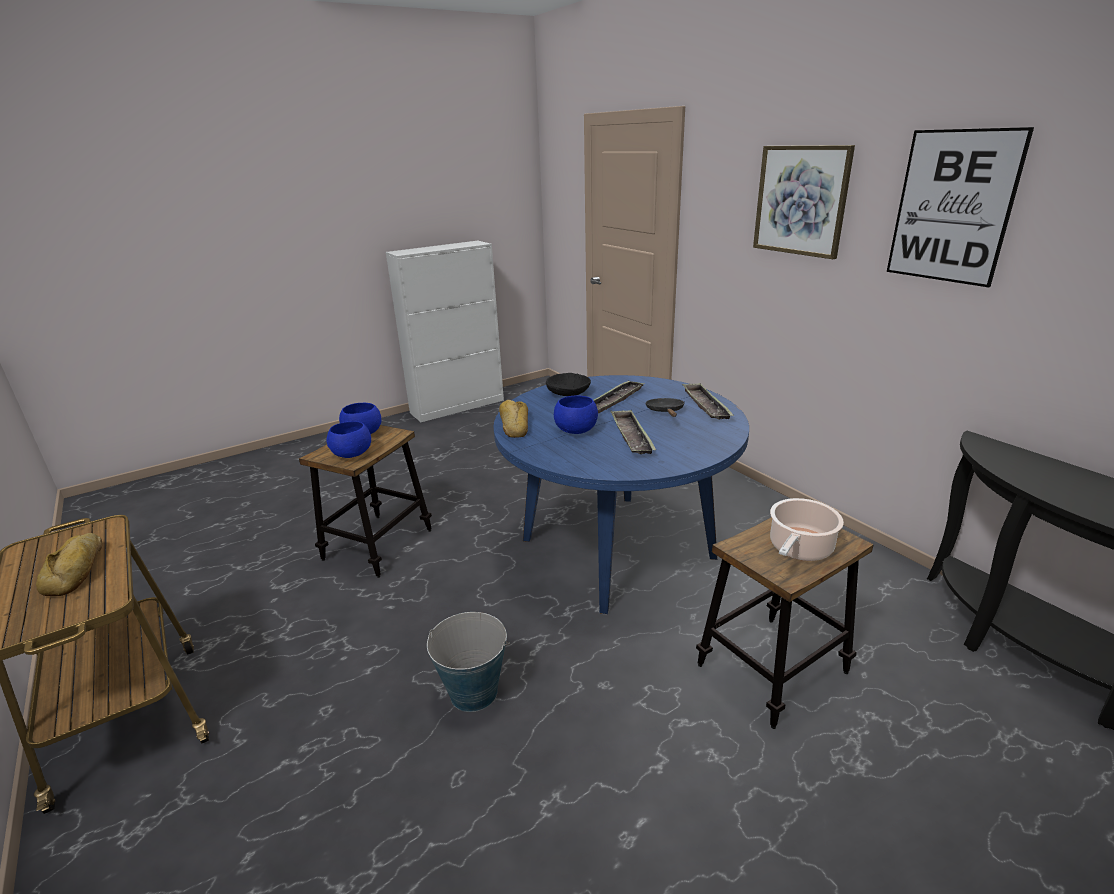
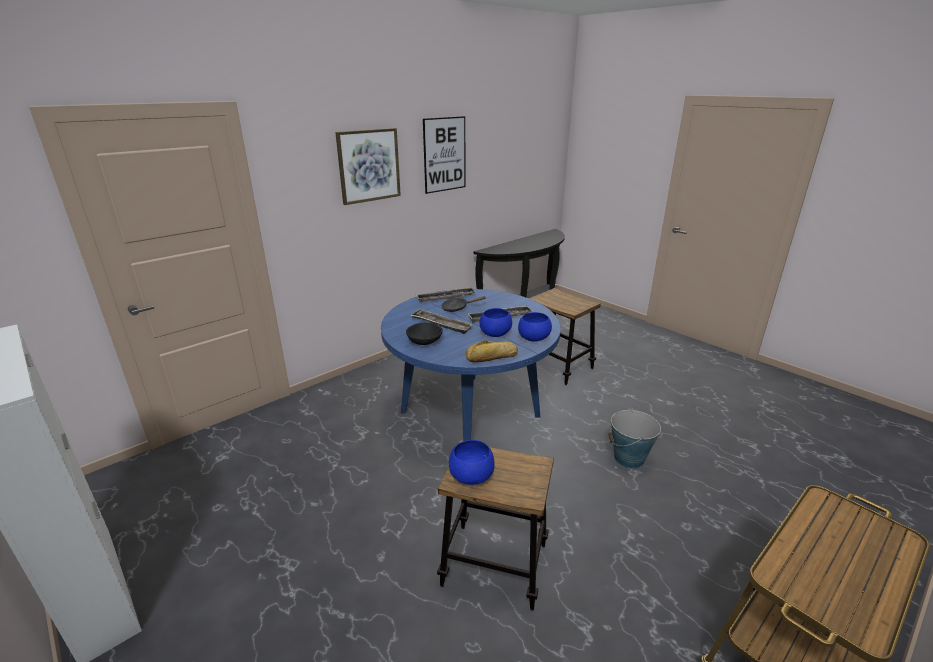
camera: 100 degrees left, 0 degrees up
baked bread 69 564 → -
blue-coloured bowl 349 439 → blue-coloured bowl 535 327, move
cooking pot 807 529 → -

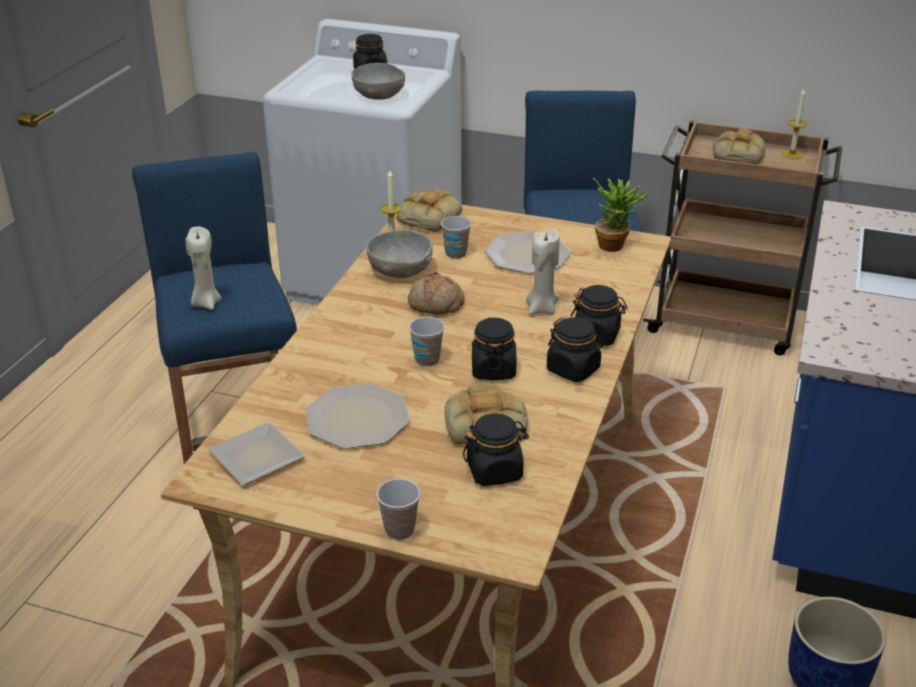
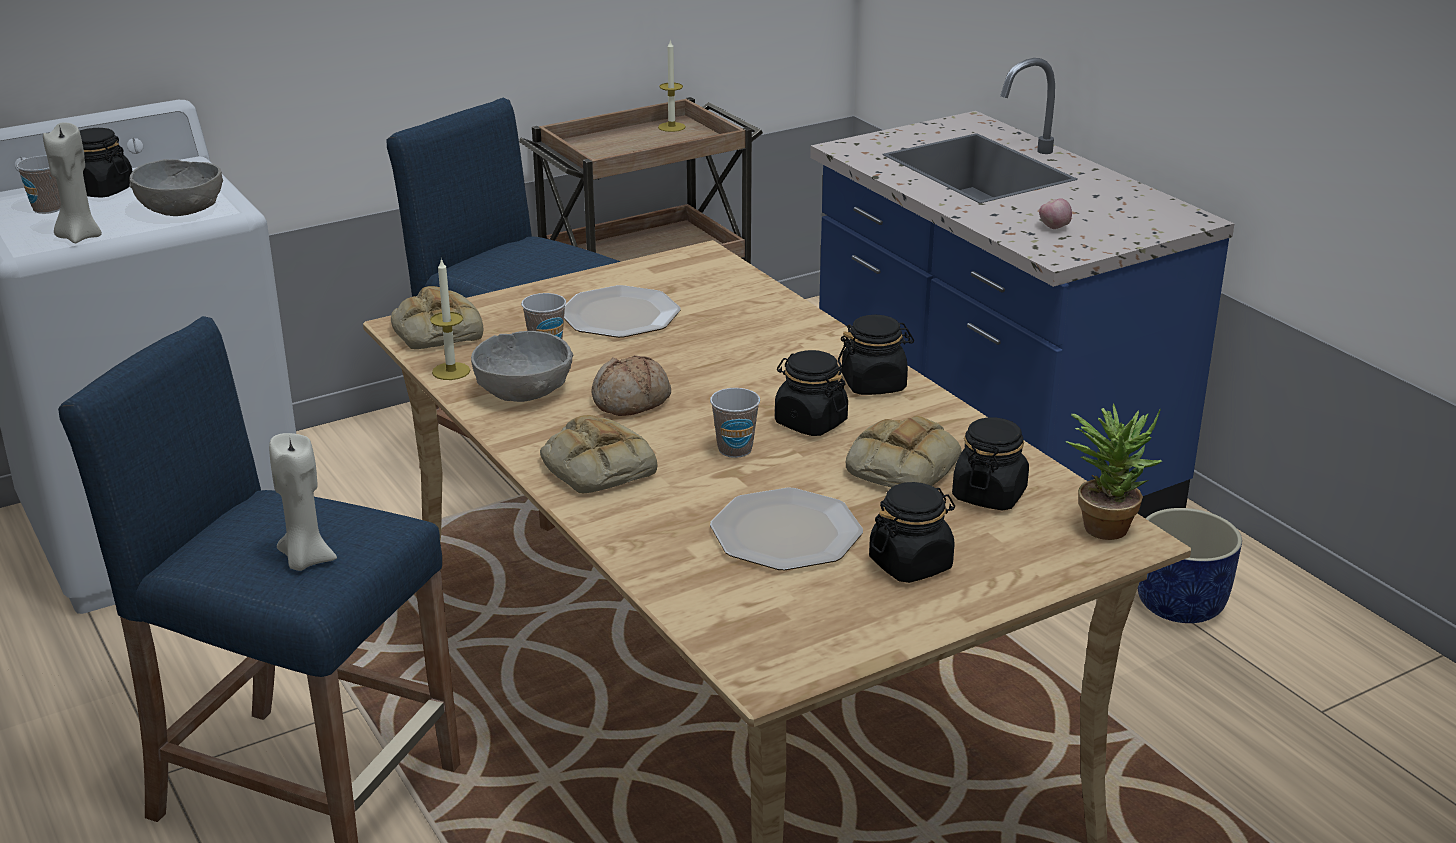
camera: 50 degrees left, 5 degrees down
plate 256 454 → -
drinking cup 398 509 → drinking cup 38 185, move
beige-coloured wax light 543 271 → beige-coloured wax light 72 183, move
black preserve jar 598 315 → black preserve jar 912 532, move
plant in a pot 620 215 → plant in a pot 1114 472, move
baked bread 739 146 → baked bread 598 454, move
- → apple 1055 213

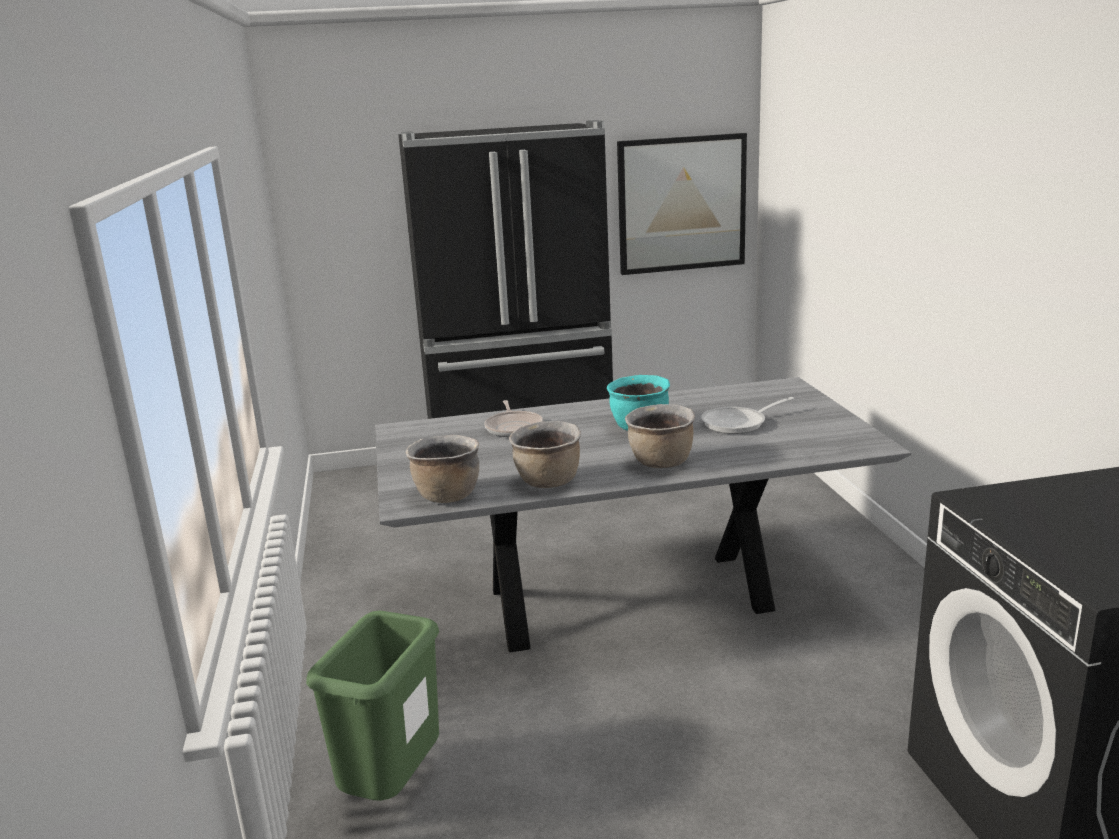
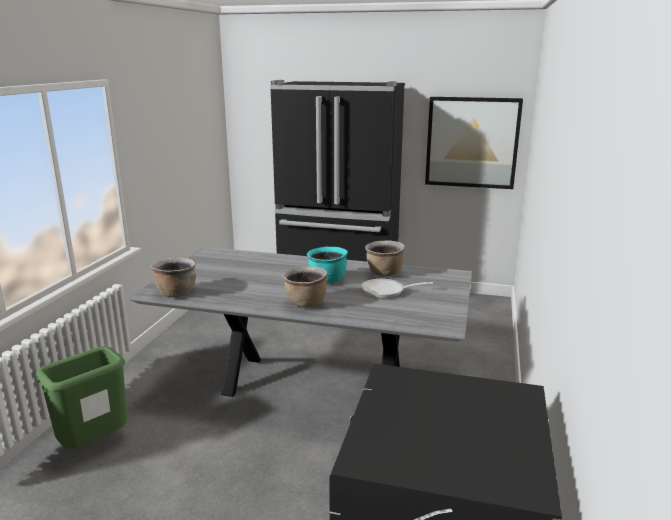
camera: 25 degrees right, 0 degrees up
skillet 513 418 → -
brownish cooking pot 545 454 → brownish cooking pot 385 258, move

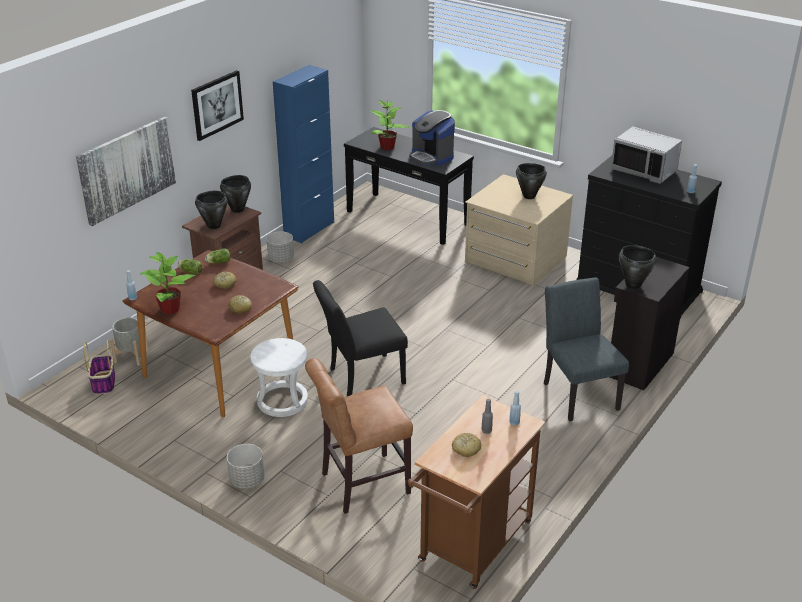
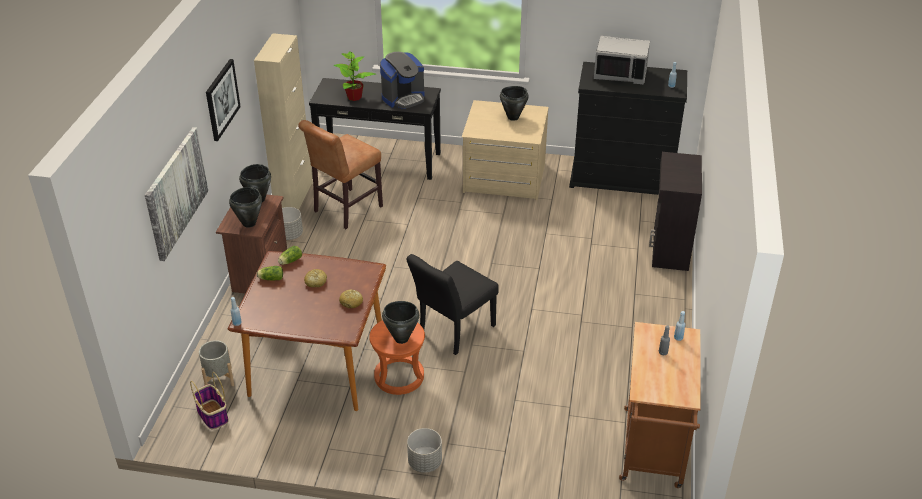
camera: 25 degrees left, 5 degrees up
plant in a pot 168 283 → -
whitish sitting stool 279 377 → orange sitting stool 397 357
blue-coloured cabinet 303 154 → beige-coloured cabinet 283 121
brownish chair 359 436 → brownish chair 340 174, move
coffee maker 432 138 → coffee maker 402 80, 60 degrees counterclockwise
baked bread 466 445 → -
grey chair 586 349 → -
black cooking pot 637 267 → black cooking pot 400 322, move

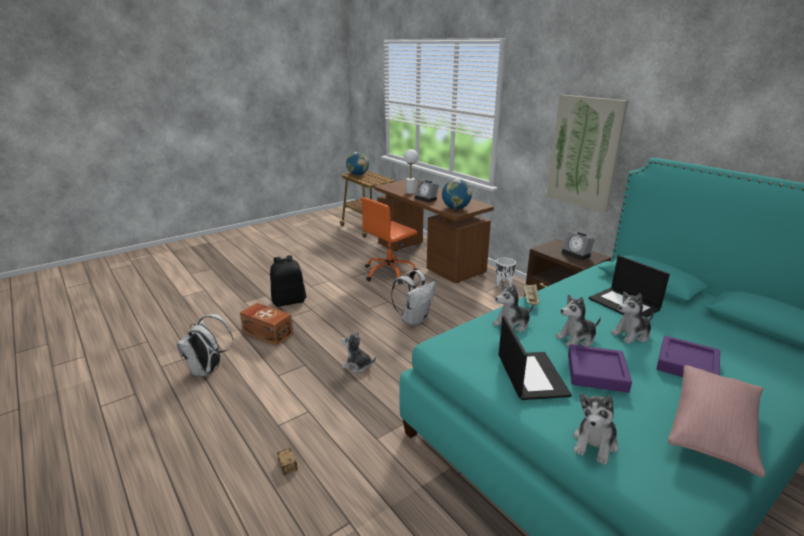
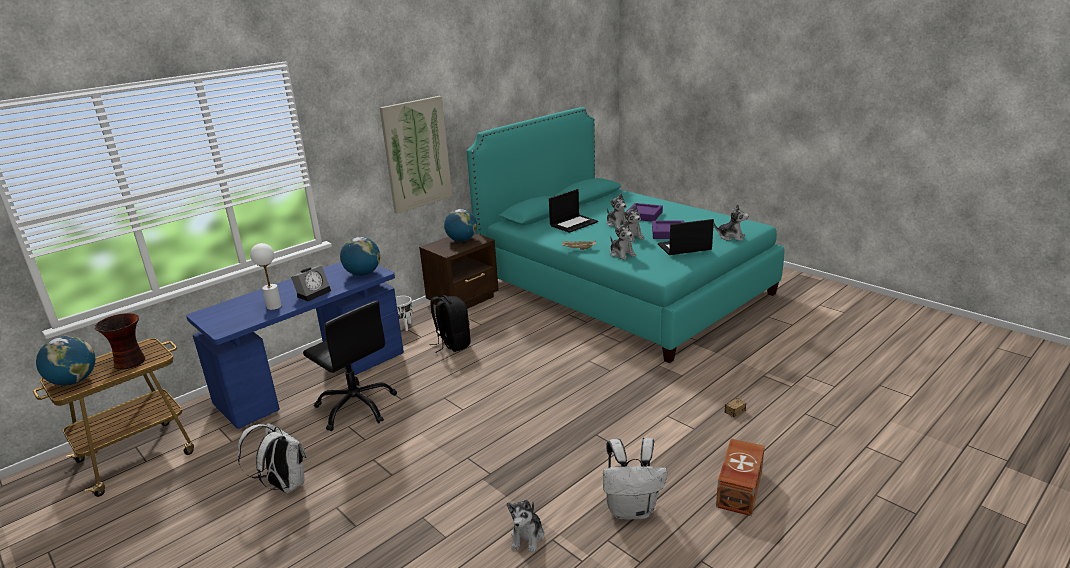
camera: 95 degrees left, 0 degrees up
brownish storage bin 266 324 → brownish storage bin 740 477, move
black knapsack 288 281 → black knapsack 450 324, move
cuddly toy 358 352 → cuddly toy 526 526, move
orange desk chair 389 240 → black desk chair 350 366
brownish desk unit 434 231 → blue-coloured desk unit 295 345
whitish knapsack 413 298 → whitish knapsack 272 458, move
alarm clock 578 246 → desk globe 460 225
pinkish cushion 716 421 → -
- → flower vase 120 341

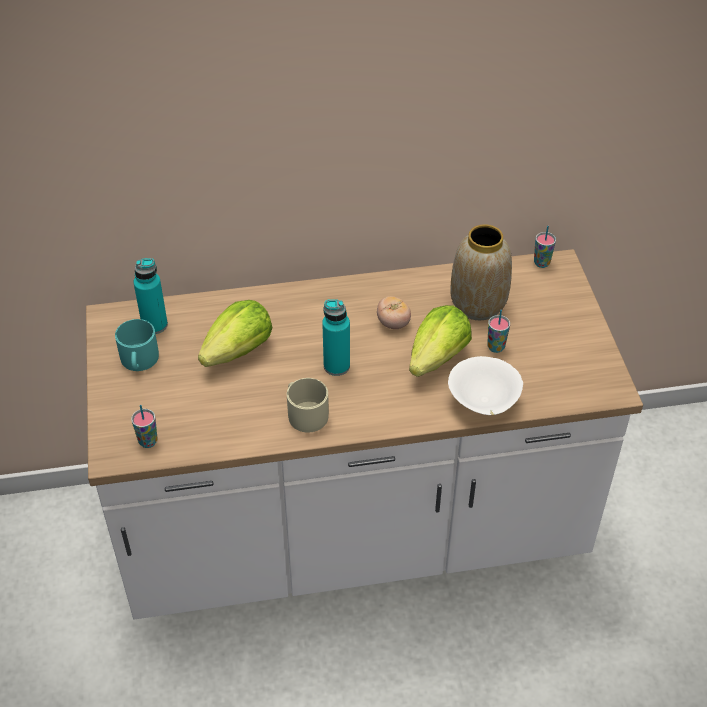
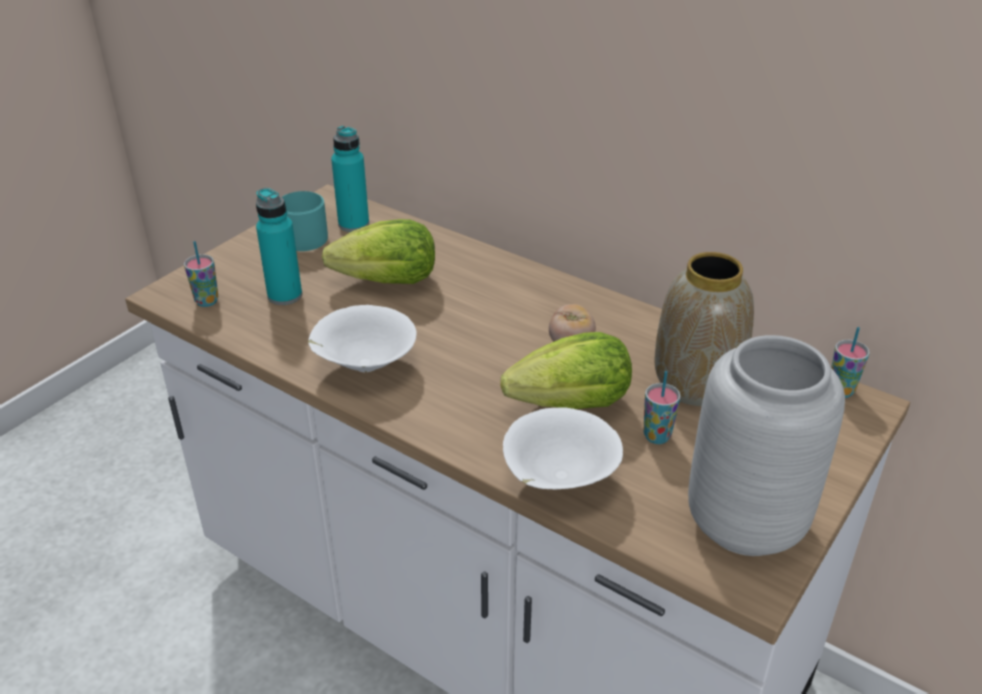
camera: 45 degrees right, 10 degrees down
beige-coloured coffee mug 308 405 → whitish bowl 362 338
blue-green bottle 336 337 → blue-green bottle 279 246, move
- → grey flower vase 766 445

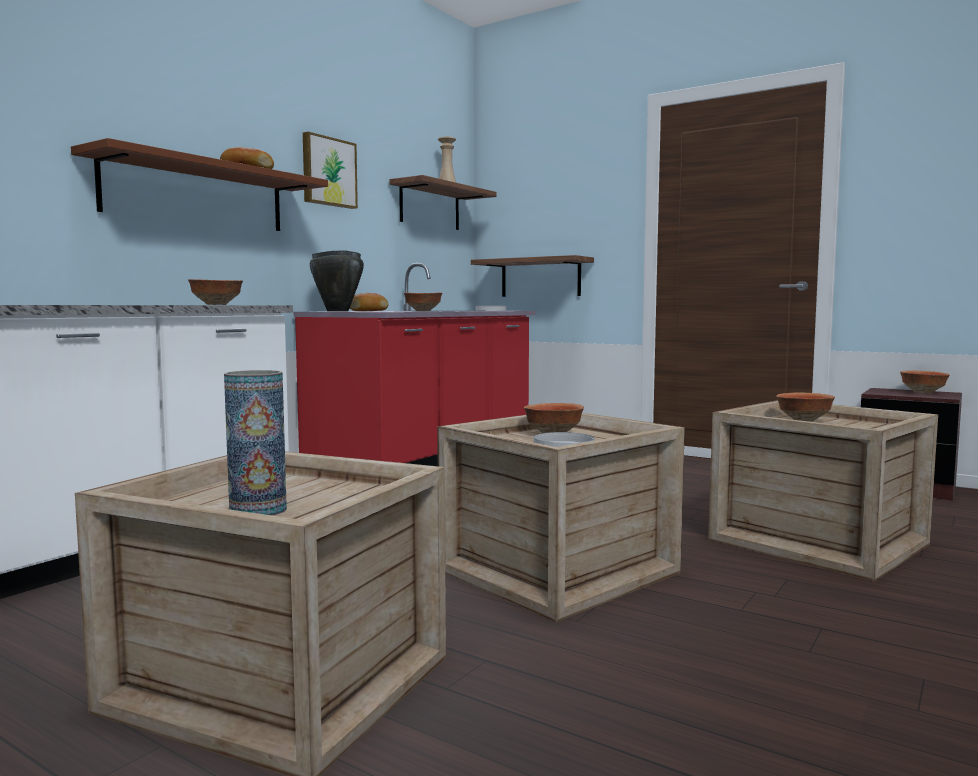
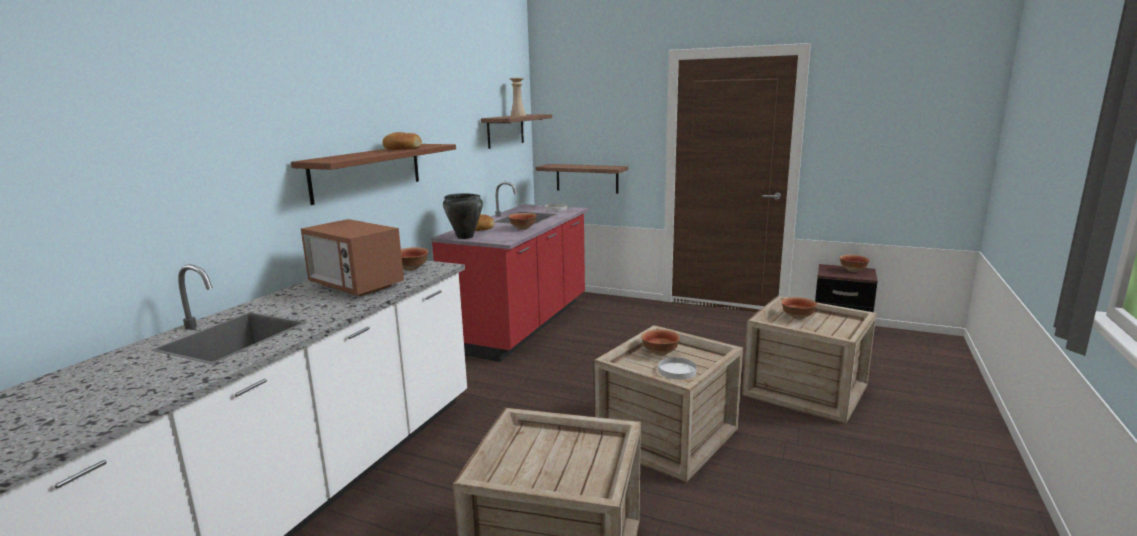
camera: 10 degrees left, 10 degrees up
flower vase 255 443 → -
picture 330 170 → -
- → microwave 352 257

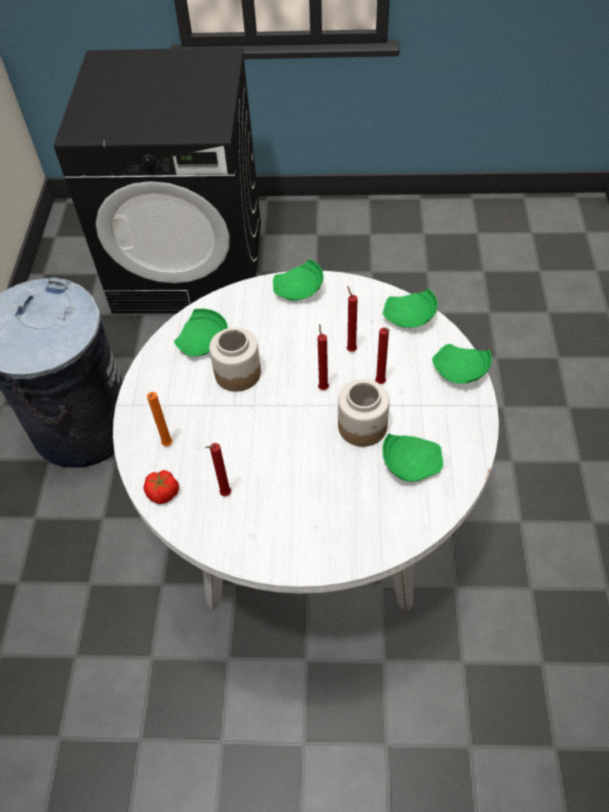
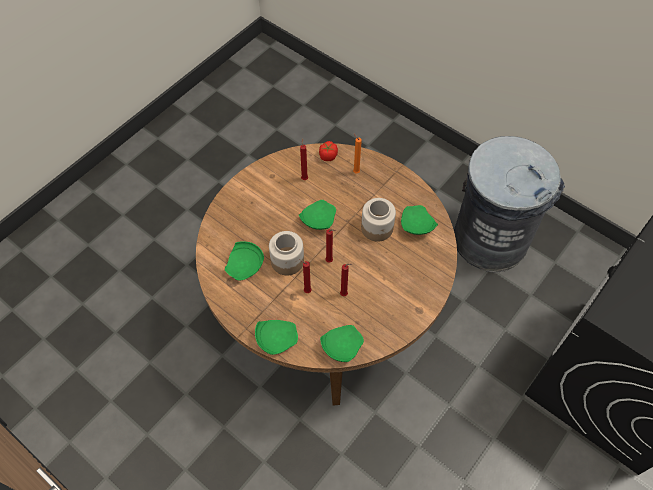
camera: 125 degrees right, 5 degrees up
whitish kitchen table 306 442 → brownish kitchen table 326 274
greenish plate 298 280 → greenish plate 317 215, move

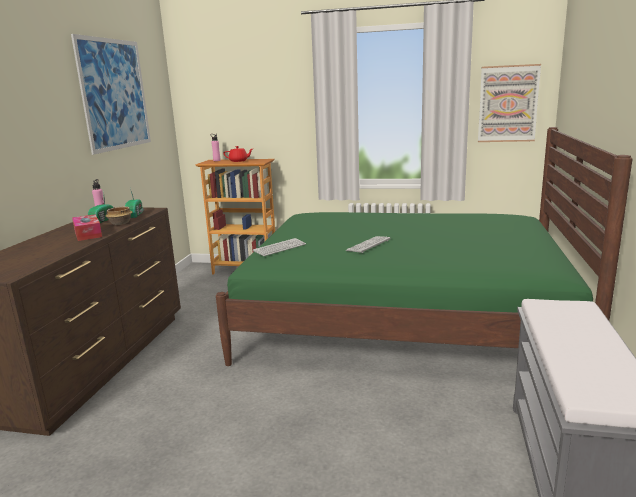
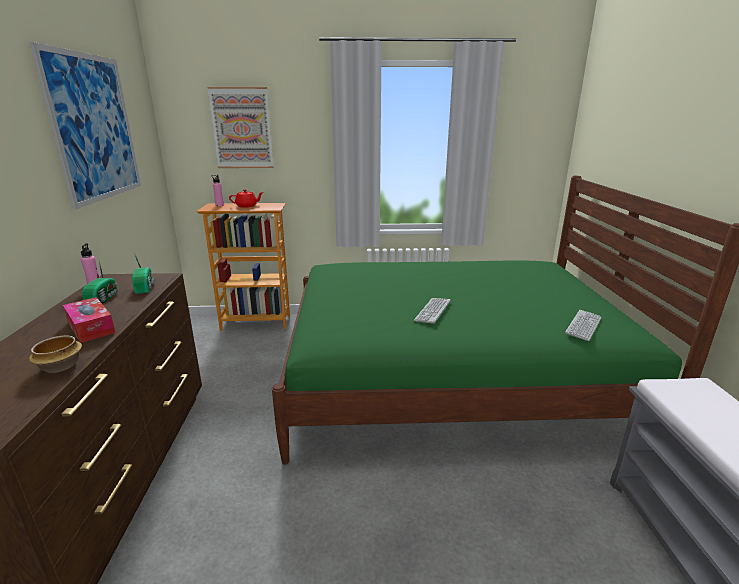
camera: 15 degrees left, 5 degrees up
bowl 119 216 → bowl 55 354, move
keyboard 279 247 → keyboard 583 325, move
picture 509 103 → picture 240 127, move

